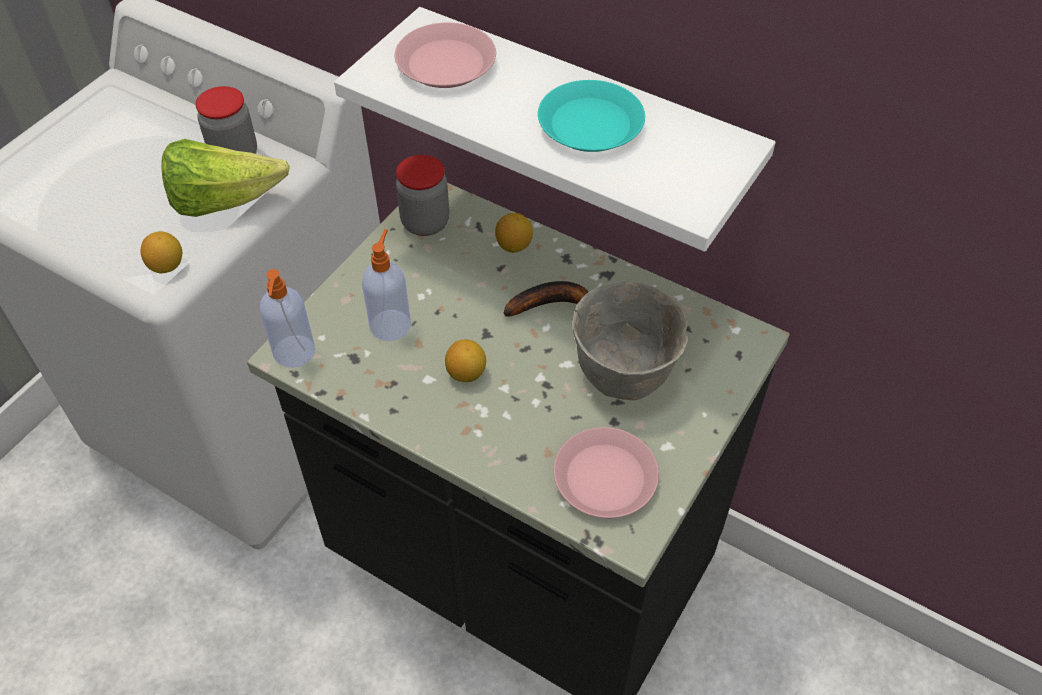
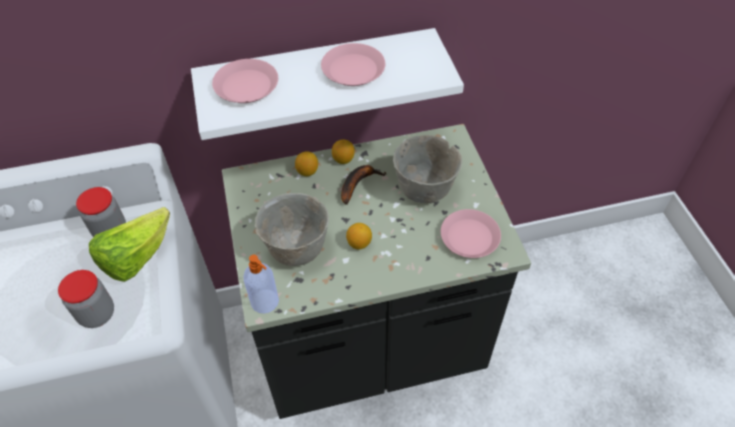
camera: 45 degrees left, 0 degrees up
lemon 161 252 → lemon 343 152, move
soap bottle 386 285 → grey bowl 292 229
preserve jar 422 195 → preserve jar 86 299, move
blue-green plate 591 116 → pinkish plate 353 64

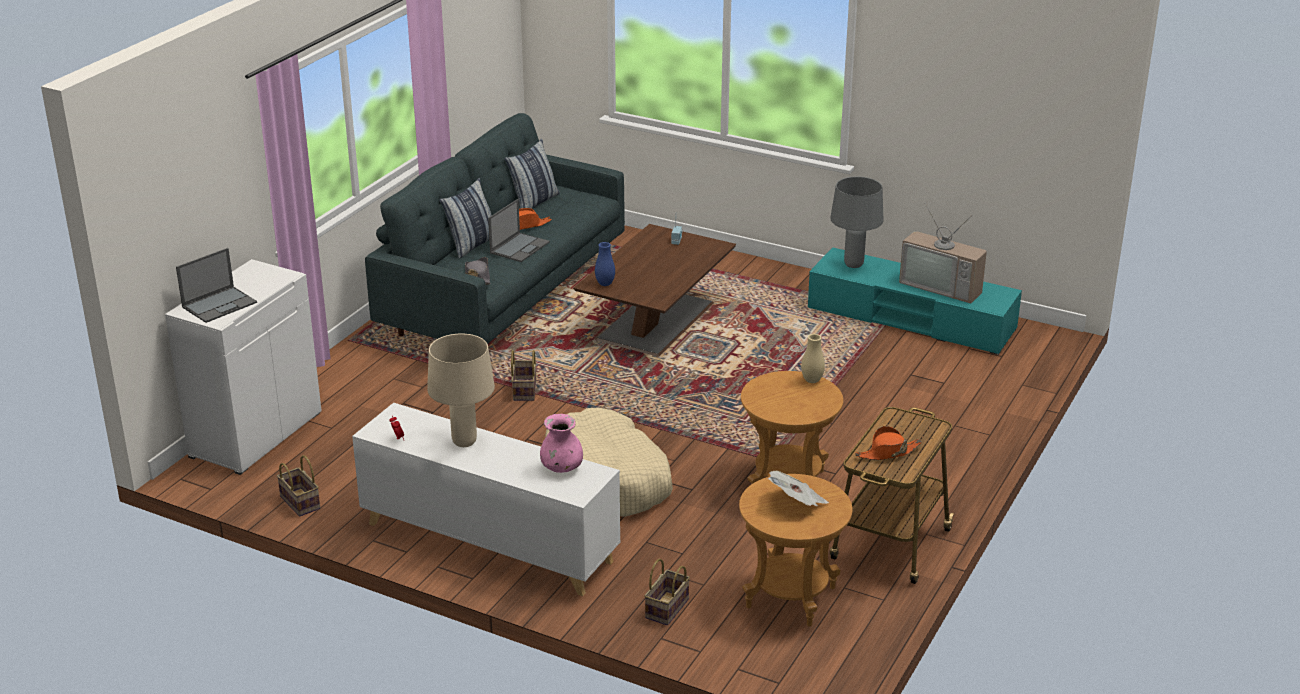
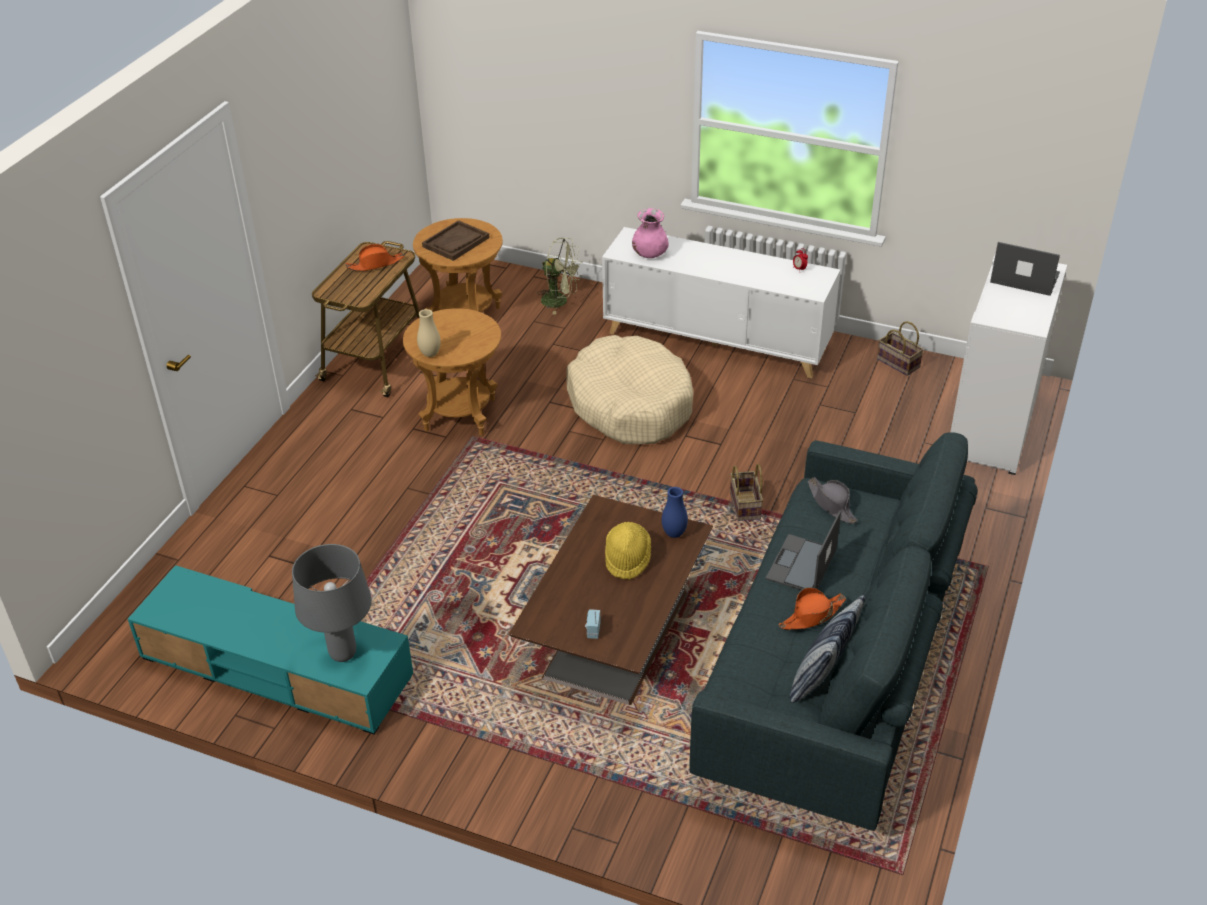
camera: 175 degrees right, 10 degrees up
notebook computer 216 285 → notebook computer 1025 269, 75 degrees clockwise
beige-coloured table lamp 461 390 → -
cushion 465 218 → -
basket 667 592 → greenish electric fan 559 276
printed paper 798 488 → brownish carrying tray 456 240
TV set 943 253 → -
- → yellow hat 628 551

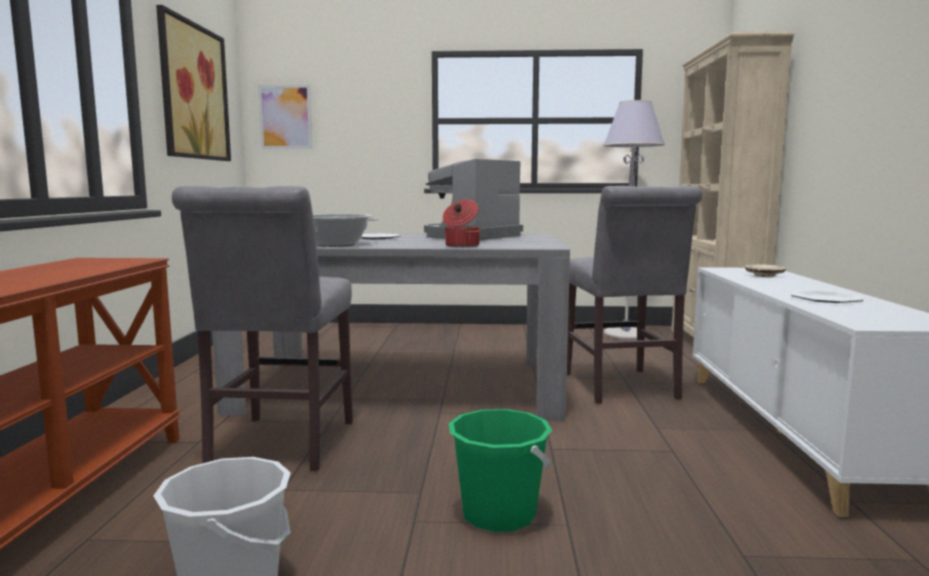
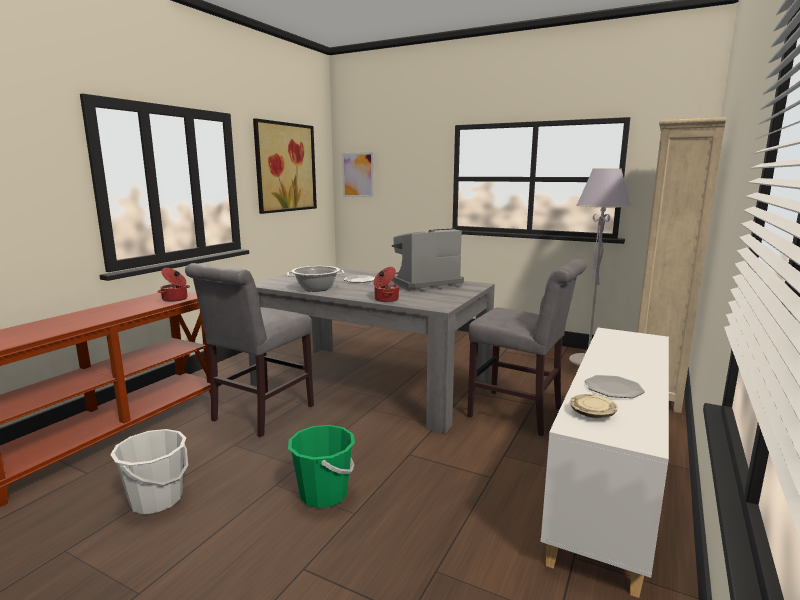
camera: 25 degrees right, 5 degrees up
grey chair 634 295 → grey chair 527 347, 75 degrees counterclockwise
beige-coloured plate 765 270 → beige-coloured plate 594 406, move
- → cooking pot 173 285

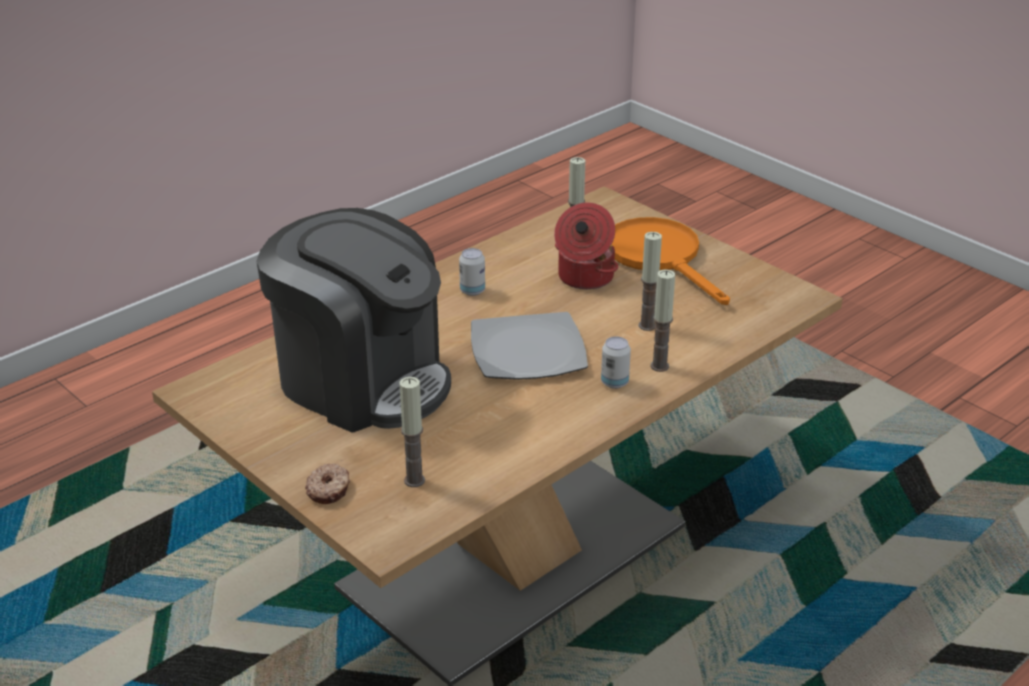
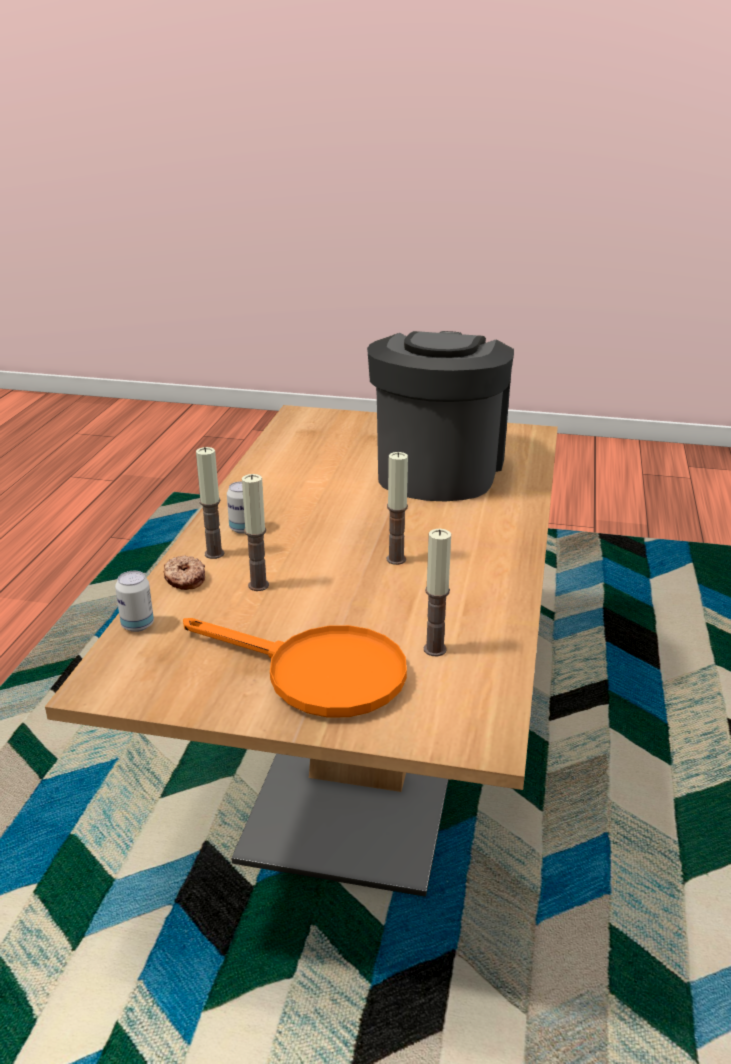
camera: 145 degrees right, 5 degrees down
coffee maker 353 320 → coffee maker 440 416, 105 degrees clockwise
ring doughnut 327 483 → ring doughnut 184 572, move
wax light 412 432 → wax light 397 508, move
metal can 472 272 → metal can 134 601, move
plate 529 346 → -
cooking pot 586 246 → -

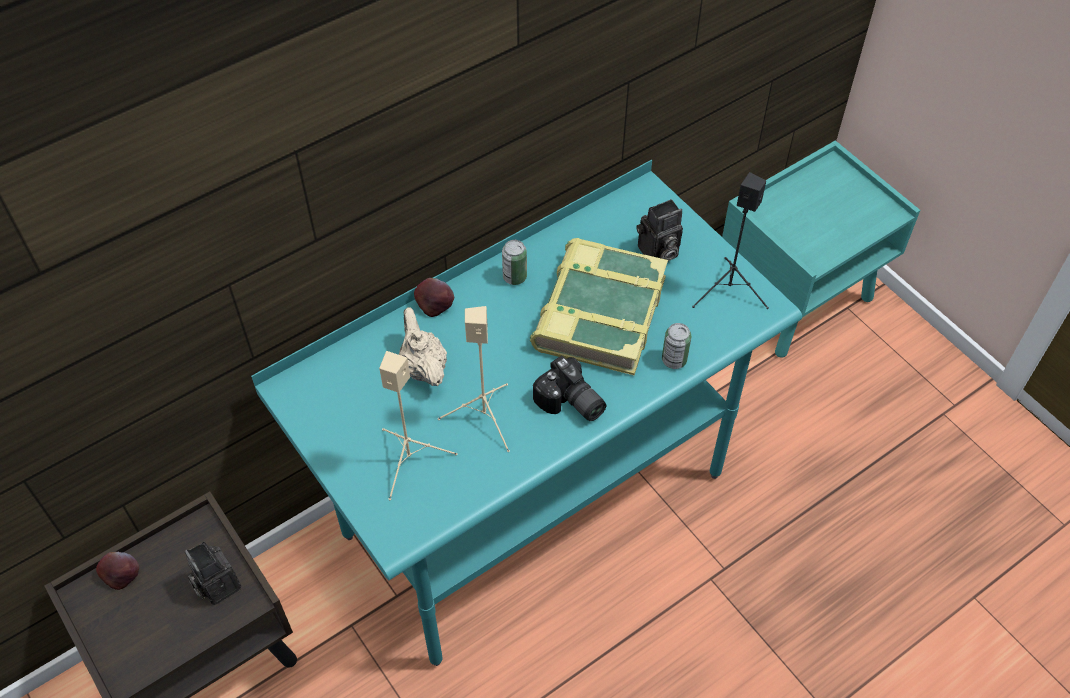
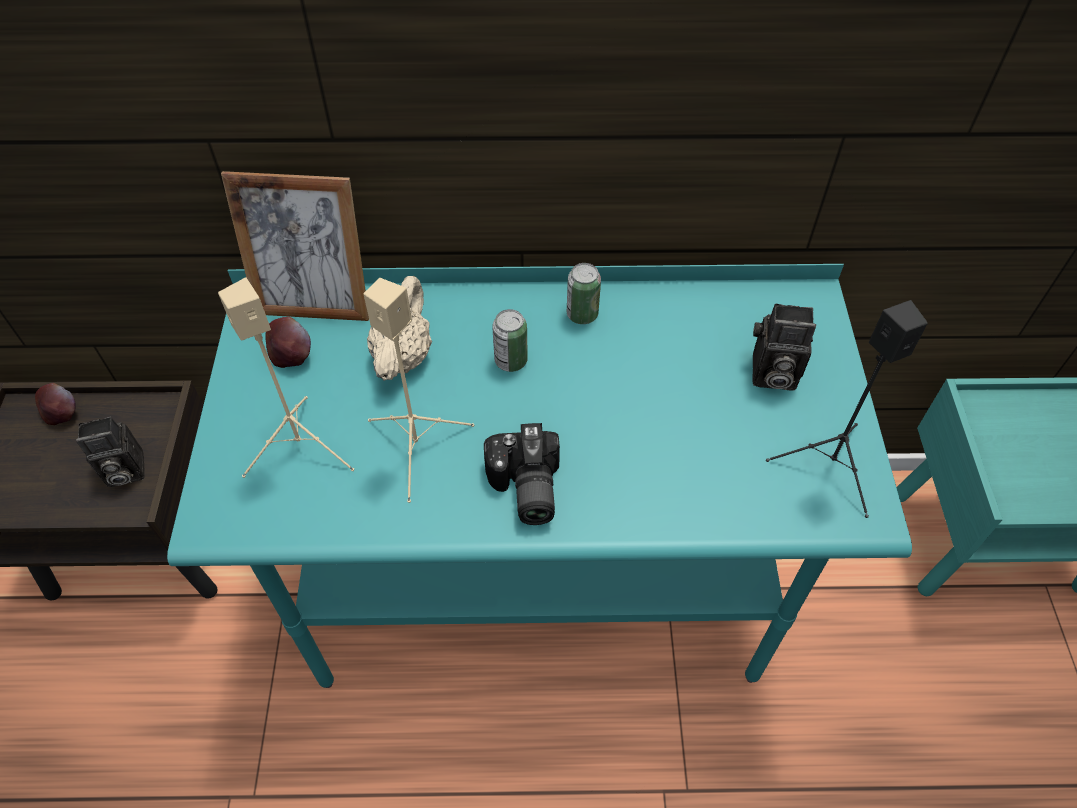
camera: 35 degrees right, 0 degrees up
still camera 213 573 → still camera 110 452, 105 degrees counterclockwise
apple 434 297 → apple 288 342, move
volume 599 306 → -
metal can 676 346 → metal can 510 340, move
- → standing frame 295 246

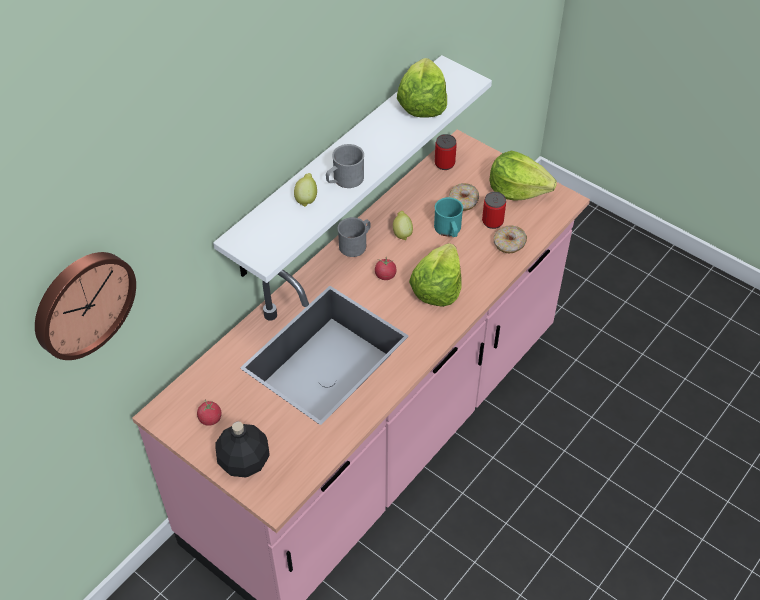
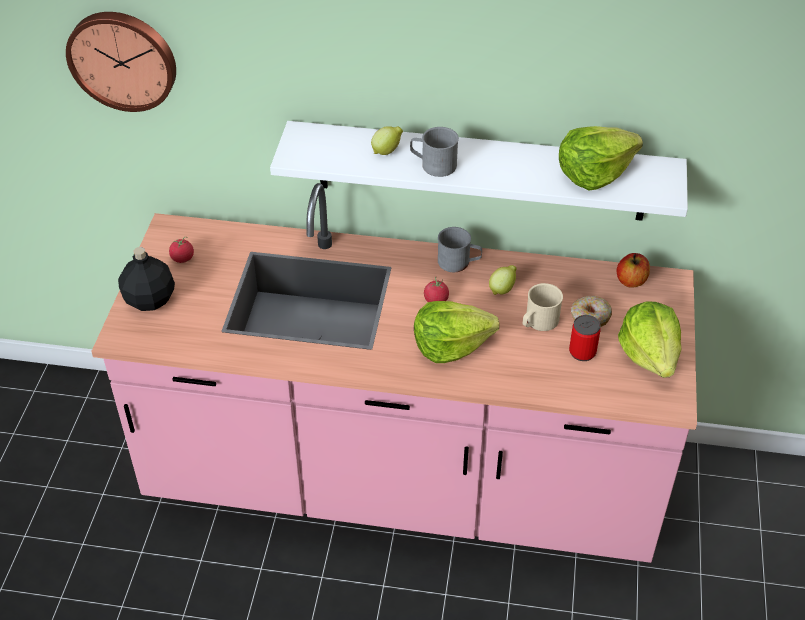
camera: 60 degrees right, 5 degrees down
blue-green coffee mug 448 217 → beige-coloured coffee mug 543 307
metal can 446 152 → apple 633 270
ring doughnut 510 239 → -

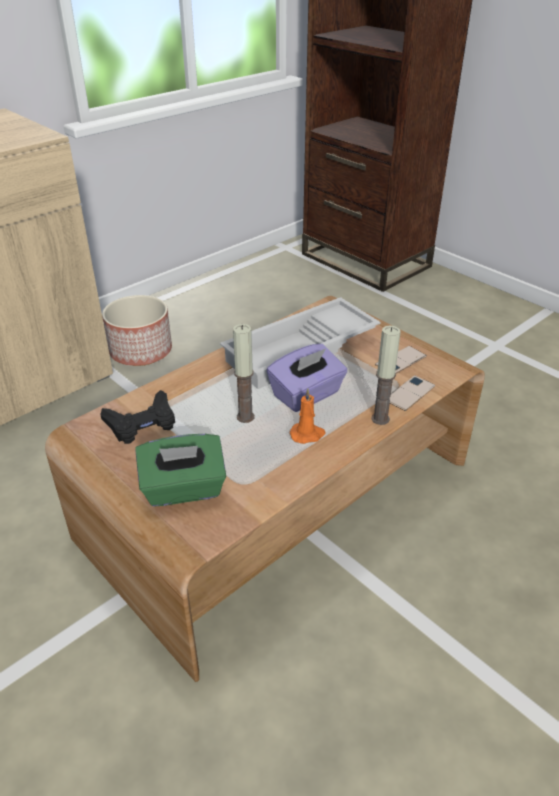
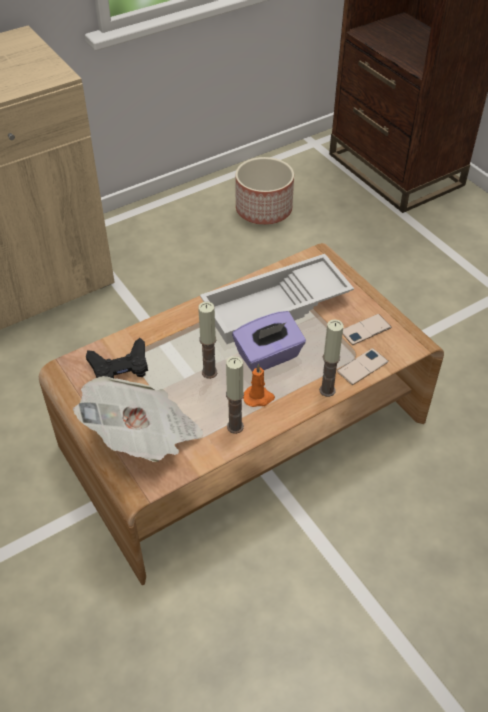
camera: 10 degrees right, 10 degrees up
flower pot 137 330 → flower pot 264 191, move
greenish tissue holder 180 470 → printed paper 138 419
- → wax light 235 395

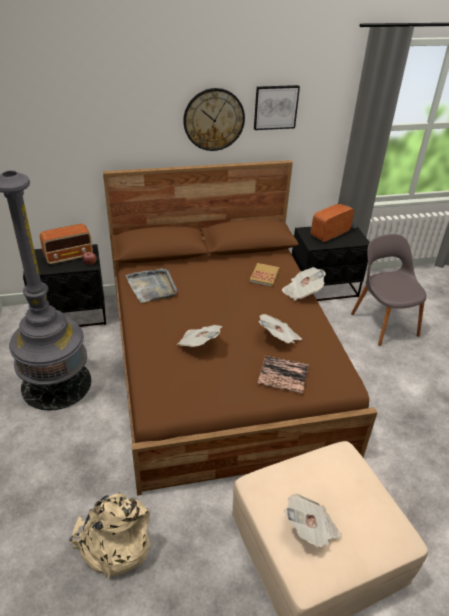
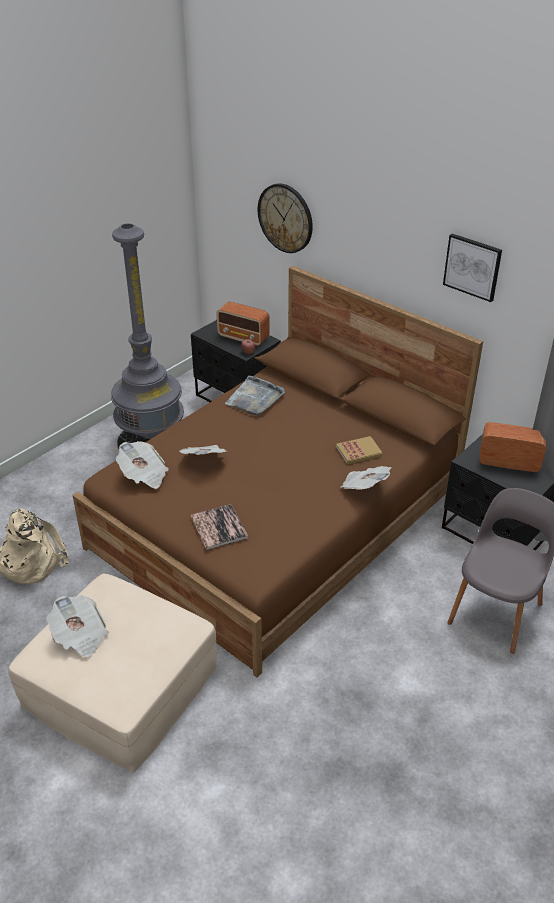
camera: 55 degrees right, 0 degrees up
wall clock 214 119 → wall clock 285 218, move
printed paper 280 329 → printed paper 142 465, move

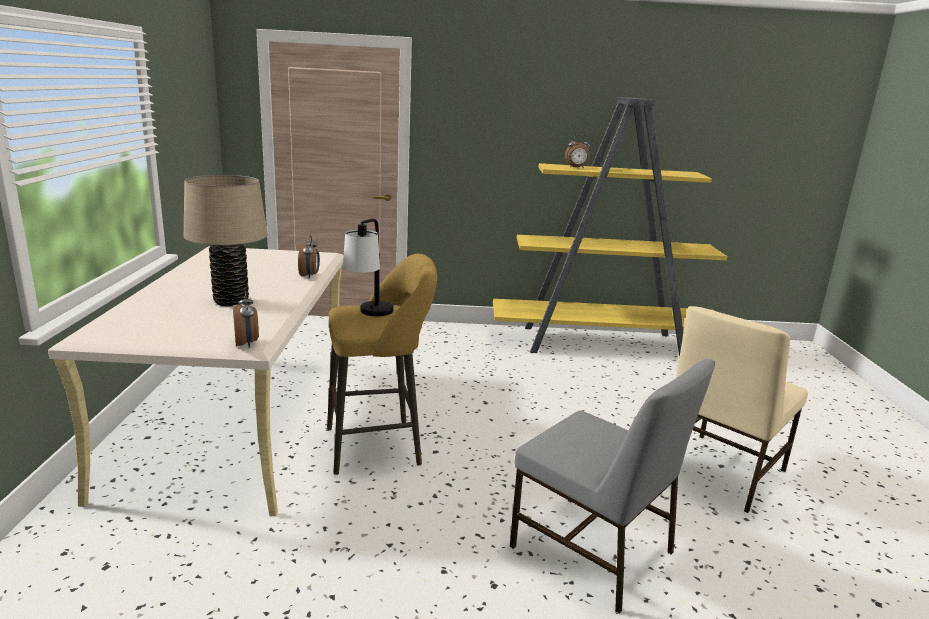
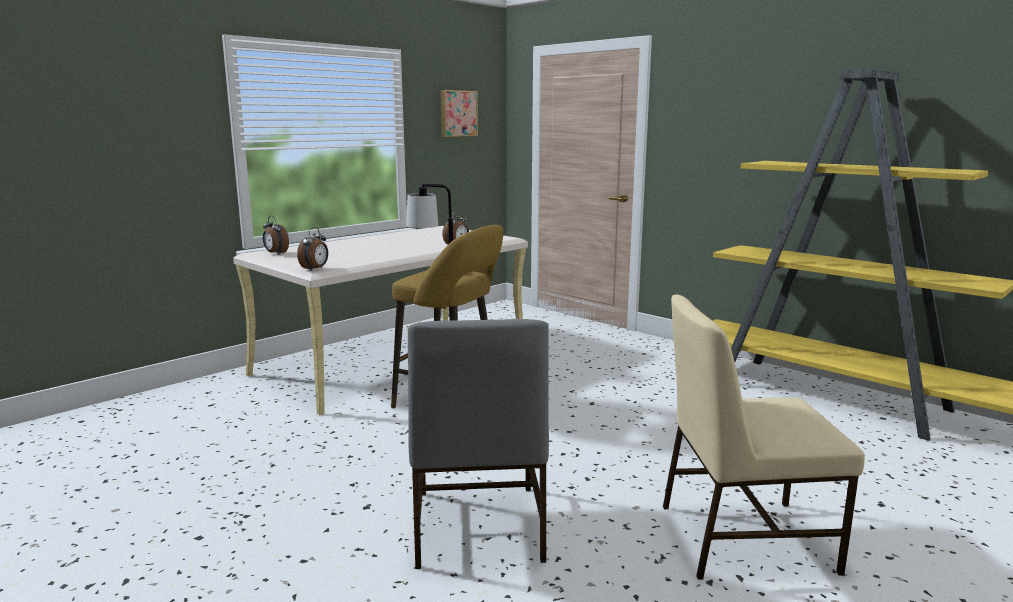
camera: 45 degrees right, 5 degrees down
beige-coloured table lamp 226 241 → -
alarm clock 578 151 → alarm clock 276 235, move
- → picture 459 113

